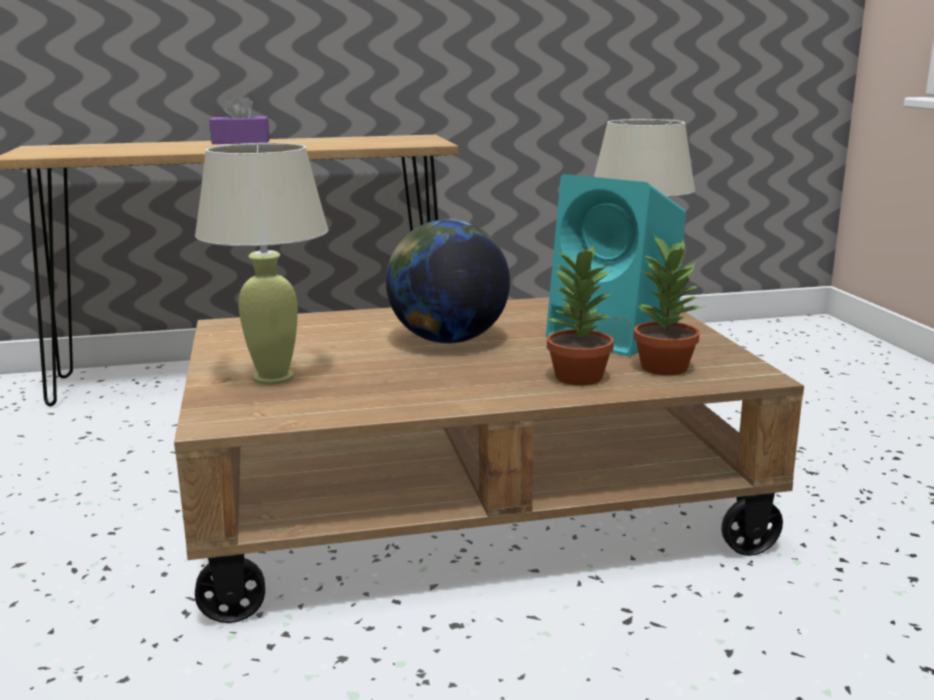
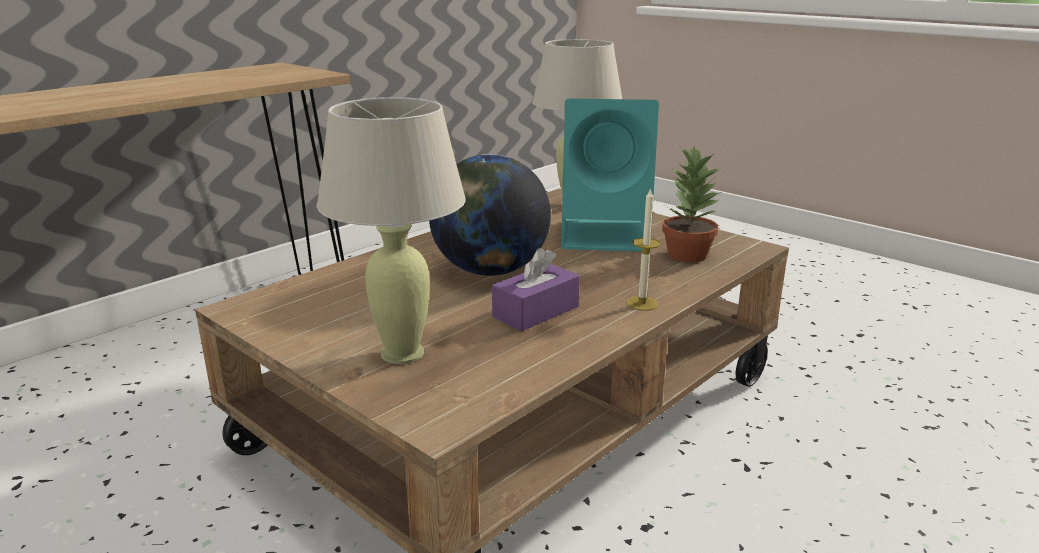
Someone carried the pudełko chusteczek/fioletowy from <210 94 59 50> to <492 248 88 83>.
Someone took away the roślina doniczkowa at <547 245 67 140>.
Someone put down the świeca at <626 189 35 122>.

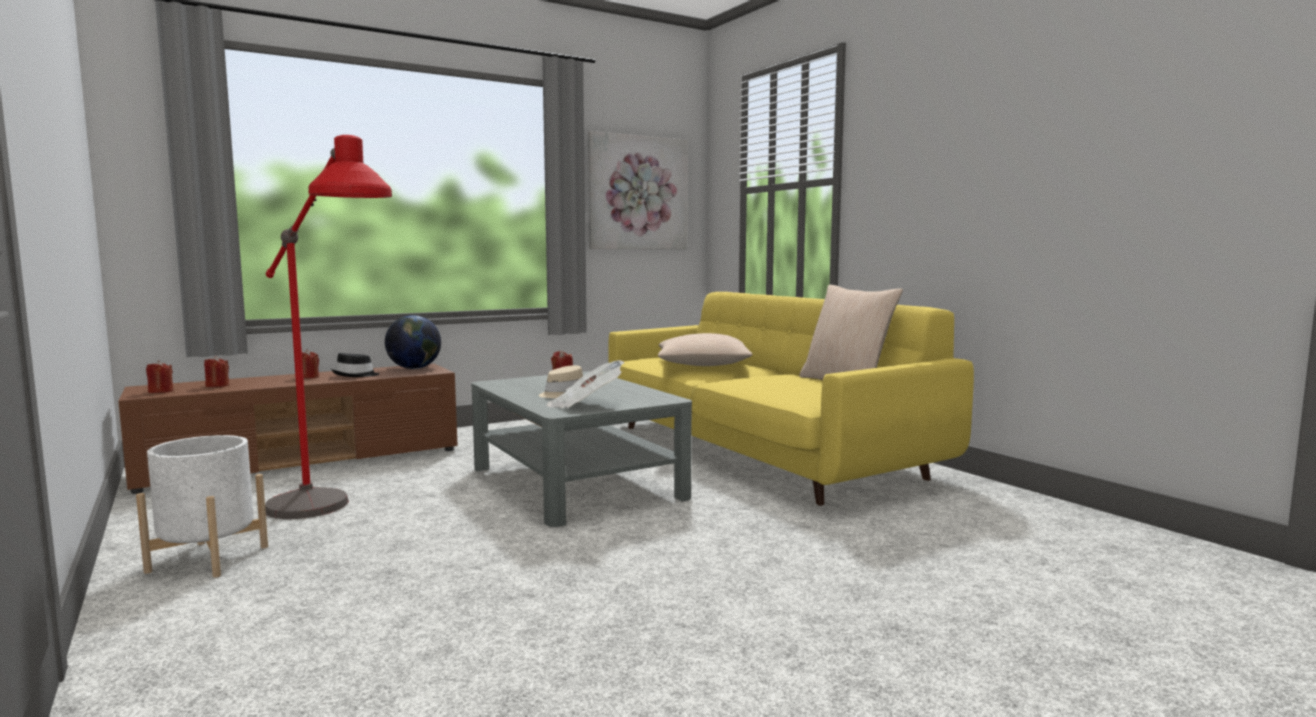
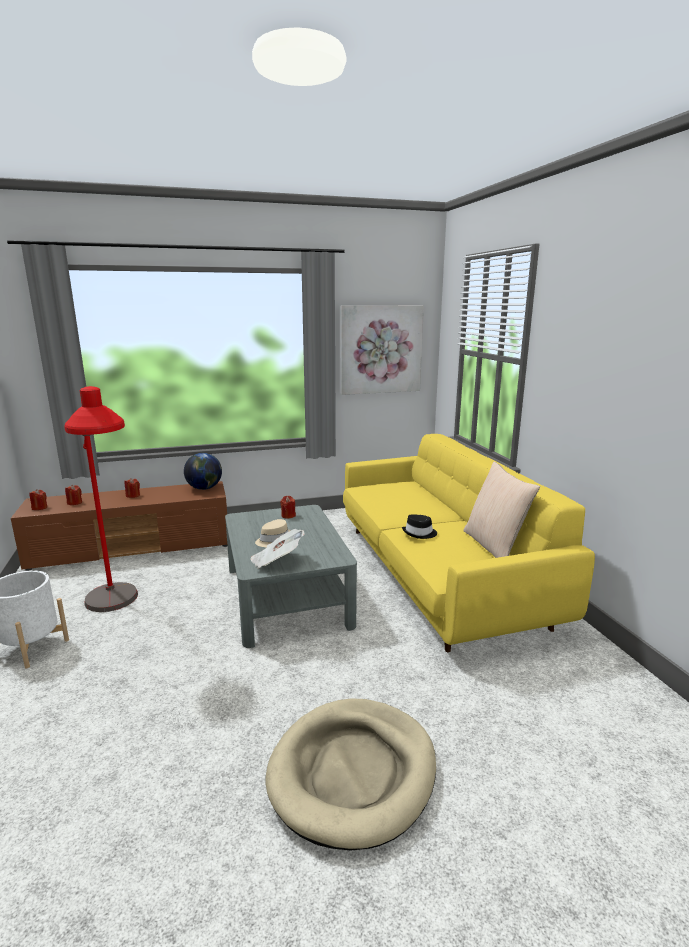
Someone carried the kapelusz/czarny from <331 353 48 24> to <402 515 35 24>.
Someone took away the poduszka/beżowy at <658 333 94 33>.
Someone put down the legowisko/beżowy at <266 699 170 151>.

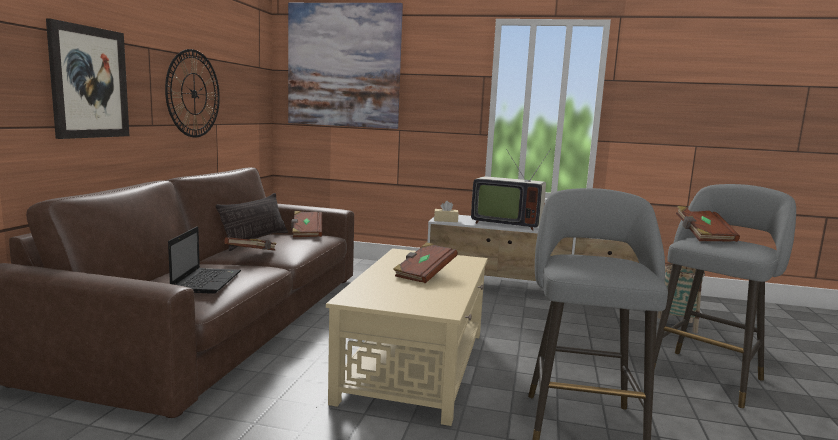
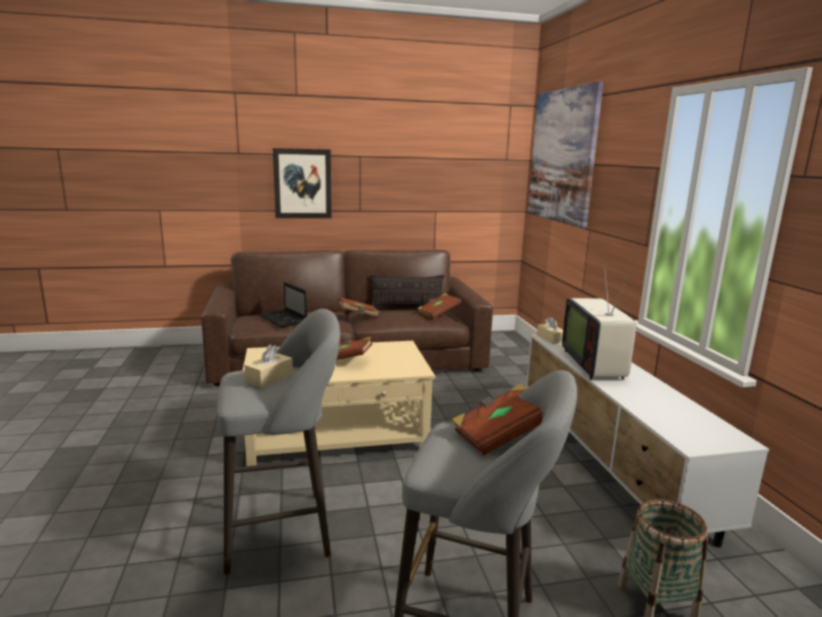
Someone took away the zegar ścienny at <165 49 55 88>.
Someone rotated the laptop at <168 226 73 68> by 75 degrees clockwise.
Someone put down the pudełko chusteczek/beżowy at <245 345 48 43>.

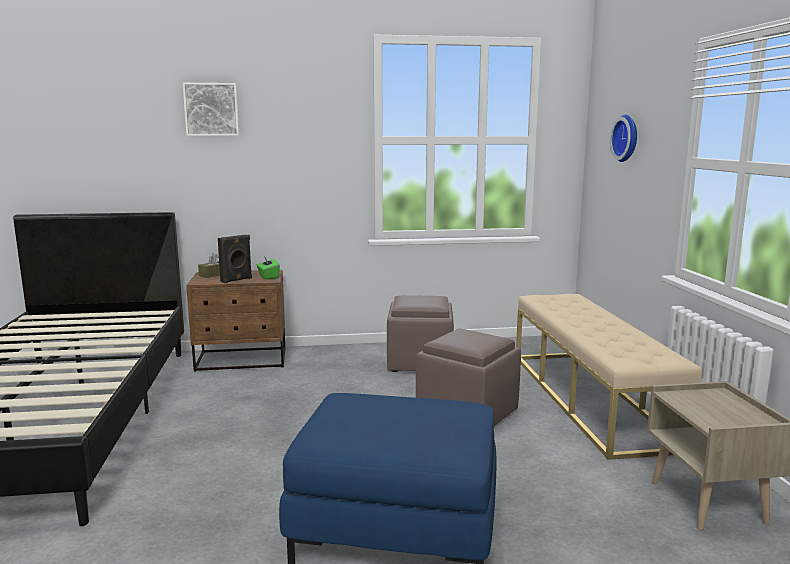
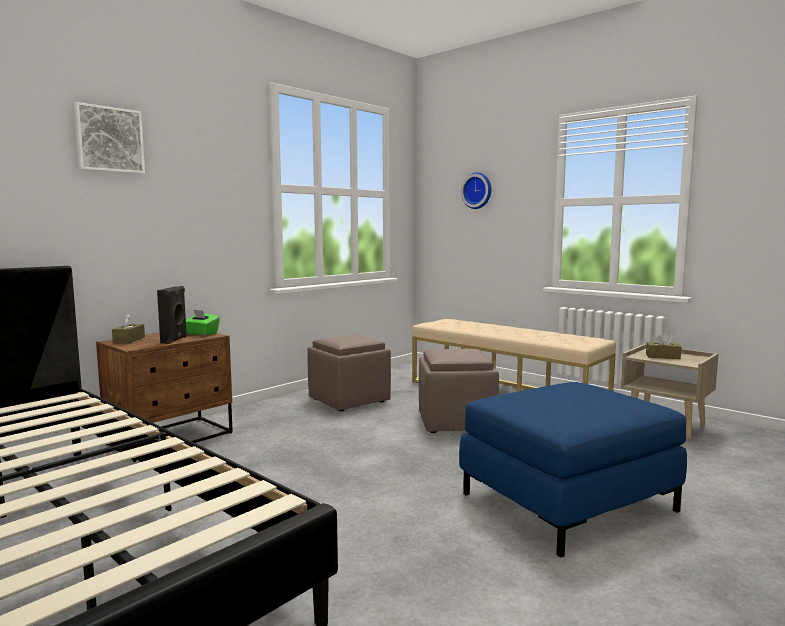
Someone put down the pudełko chusteczek/brązowy at <646 332 36 27>.

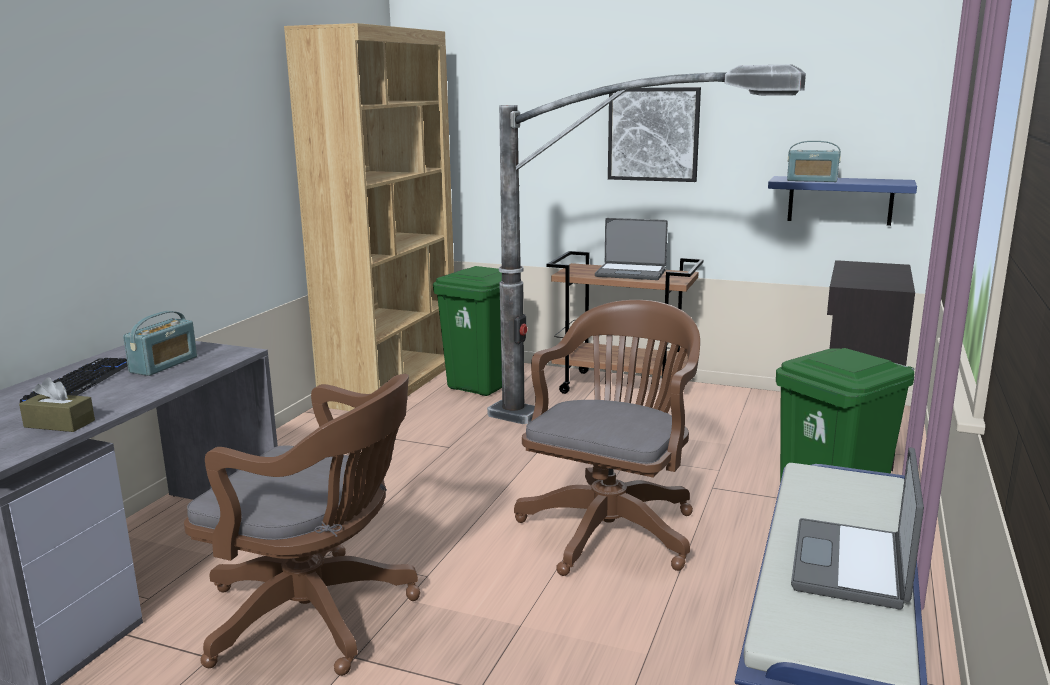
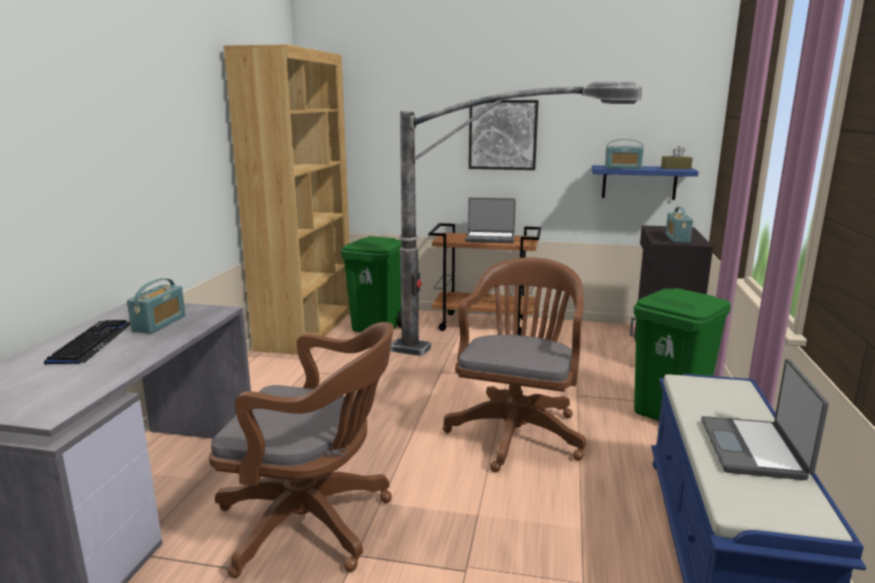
Someone carried the pudełko chusteczek/brązowy from <19 377 76 55> to <661 146 32 23>.
Someone put down the radio at <666 207 27 36>.

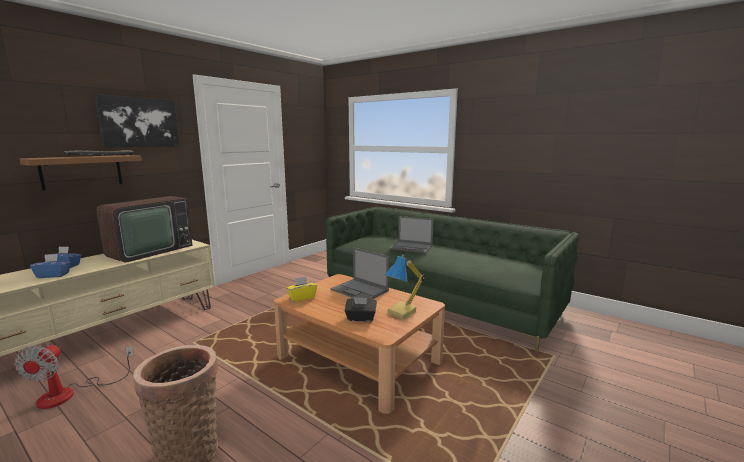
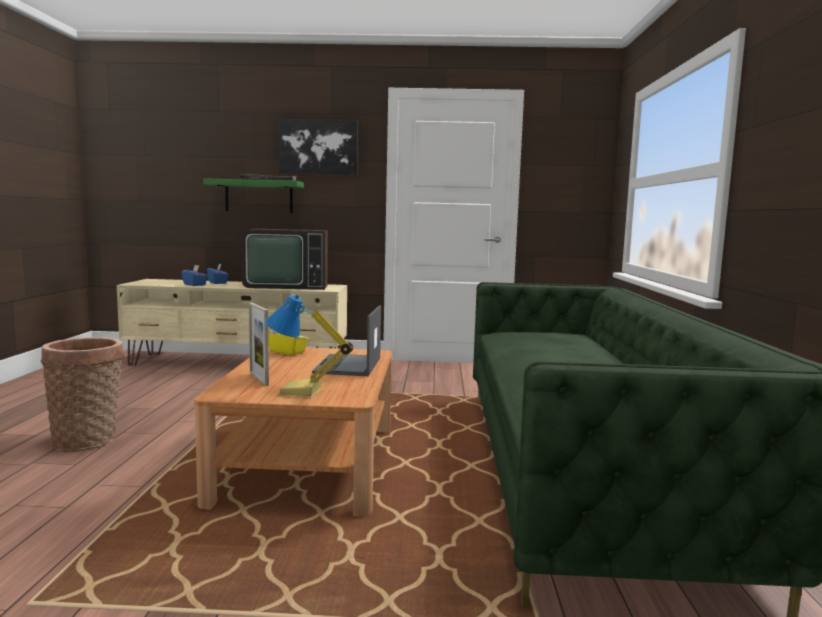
Someone took away the wentylator at <15 343 119 66>.
Someone repainted the półka/brązowy at <20 155 122 36>, which became the półka/zielony at <203 178 101 35>.
Someone swapped the pudełko chusteczek/czarny at <345 297 32 25> for the ramka na zdjęcie at <249 302 20 84>.
Someone took away the laptop at <390 216 44 37>.

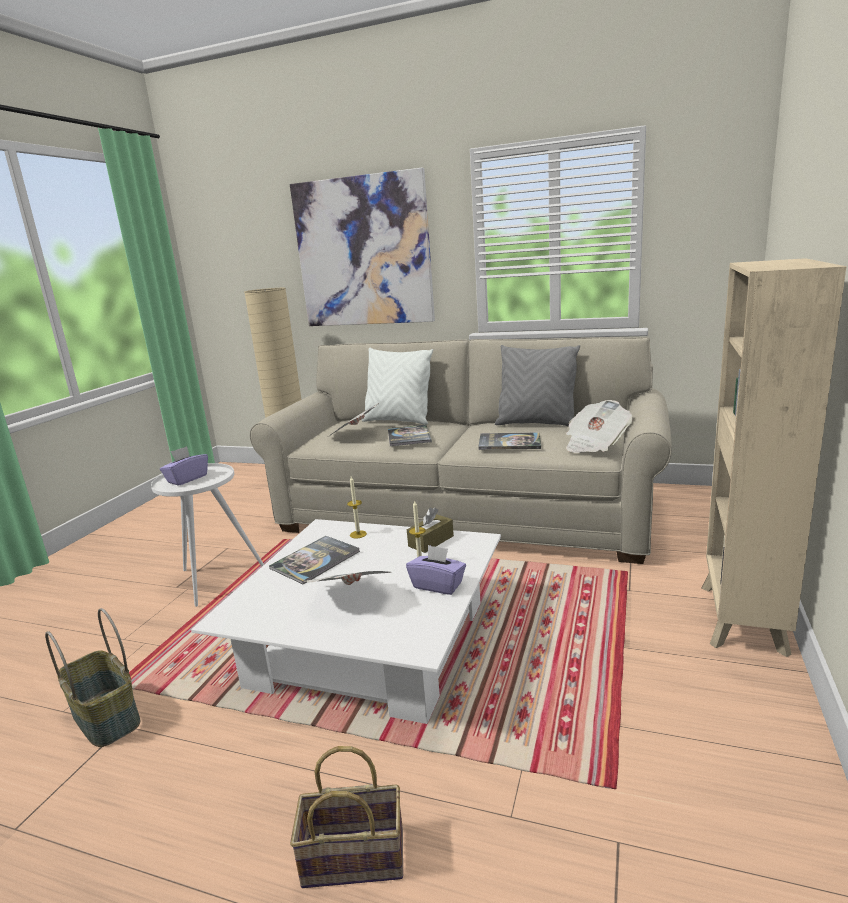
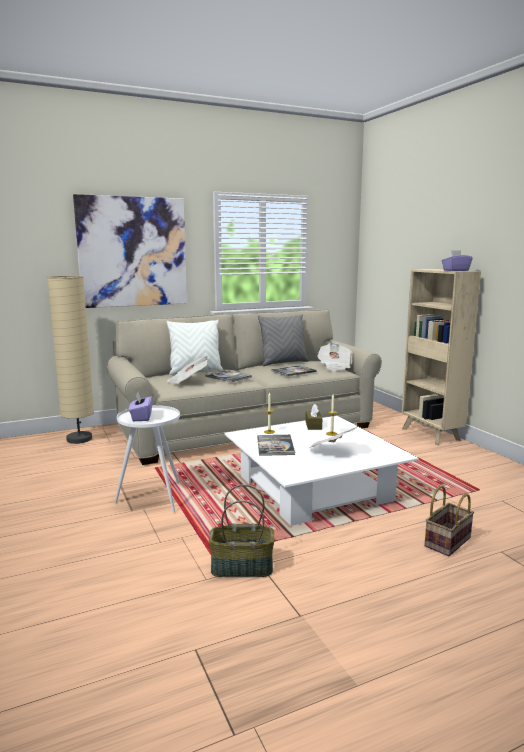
Someone carried the pudełko chusteczek/fioletowy from <406 545 60 50> to <442 250 31 21>.

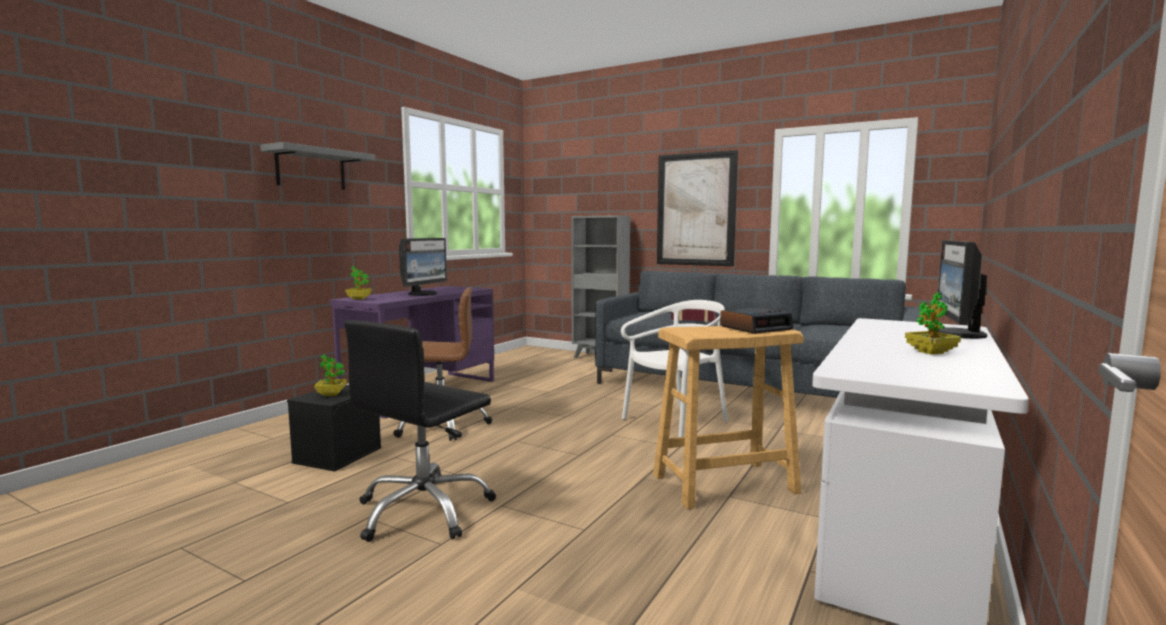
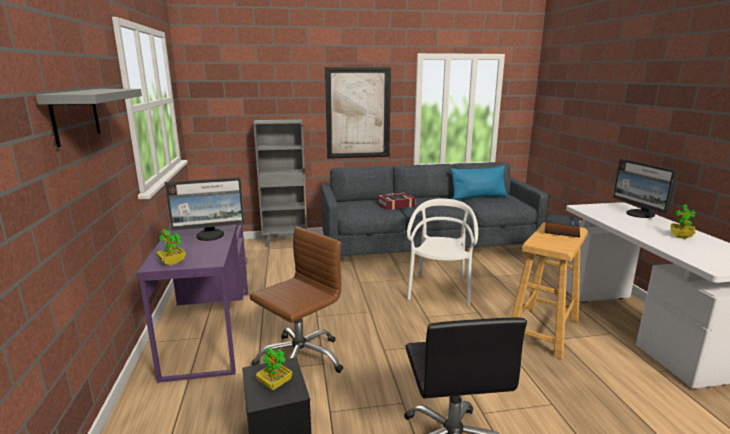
Someone rotated the monitor at <399 238 48 58> by 90 degrees clockwise.
Someone put down the poduszka/niebieski at <451 166 56 34>.

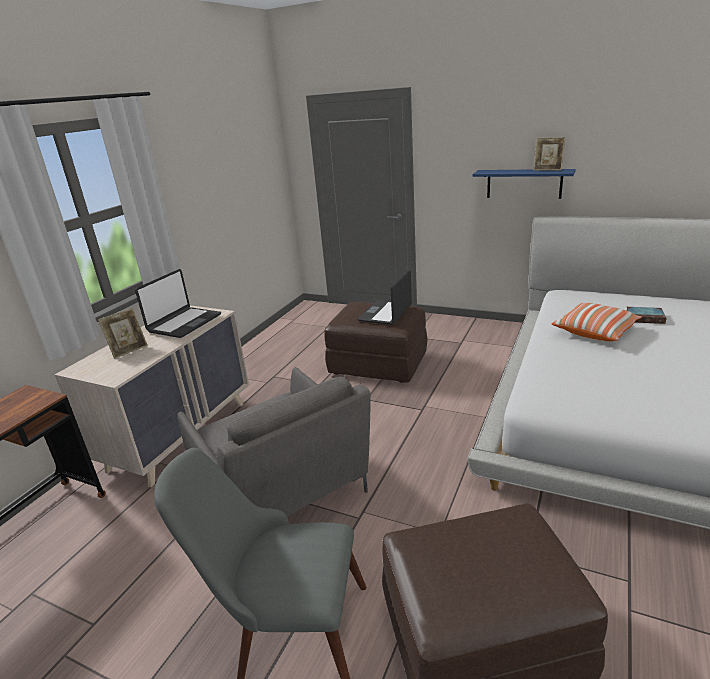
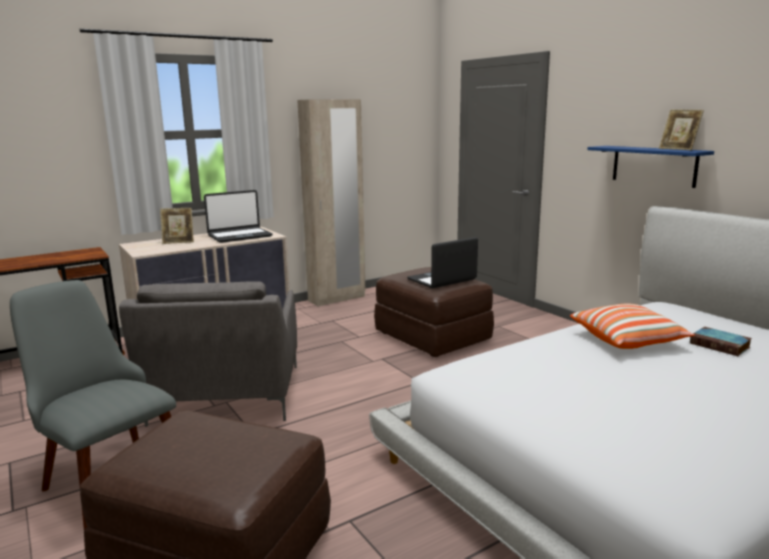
Someone put down the szafa/beżowy at <297 99 68 207>.

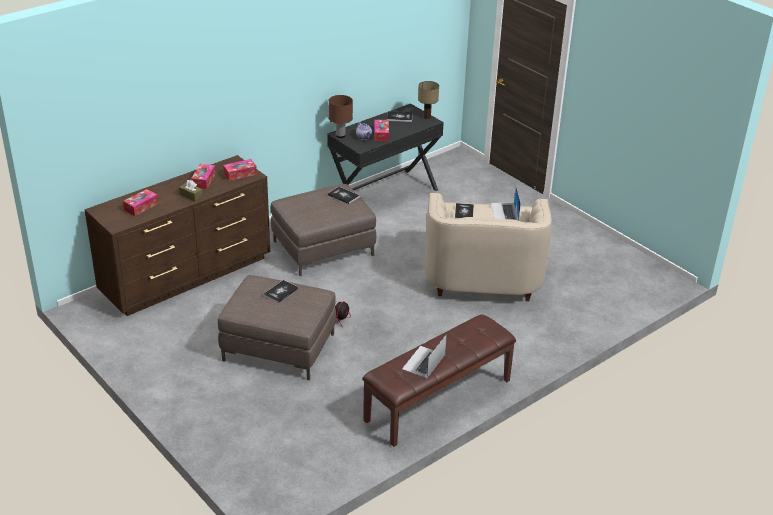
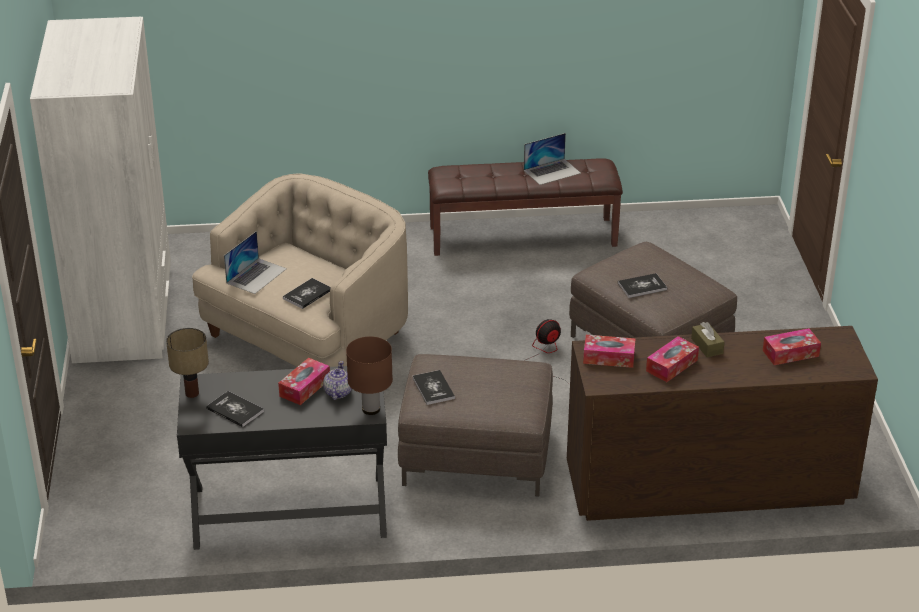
Someone put down the szafa/biały at <30 17 141 346>.

